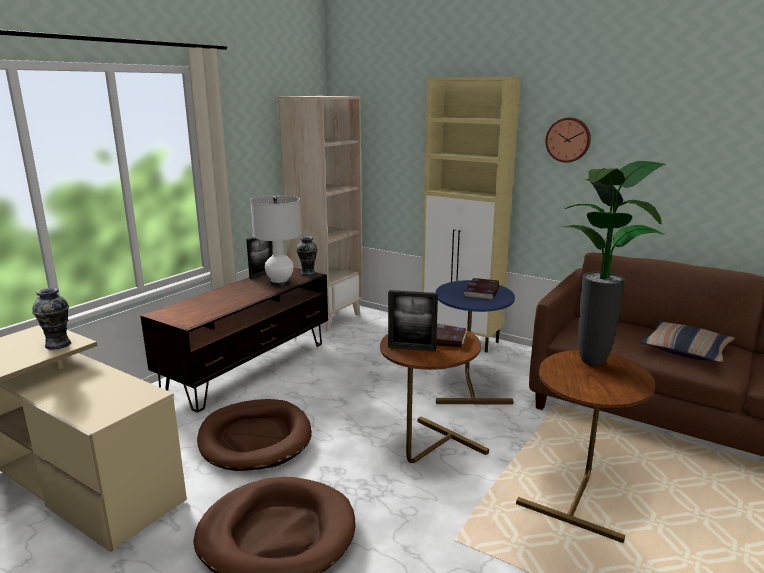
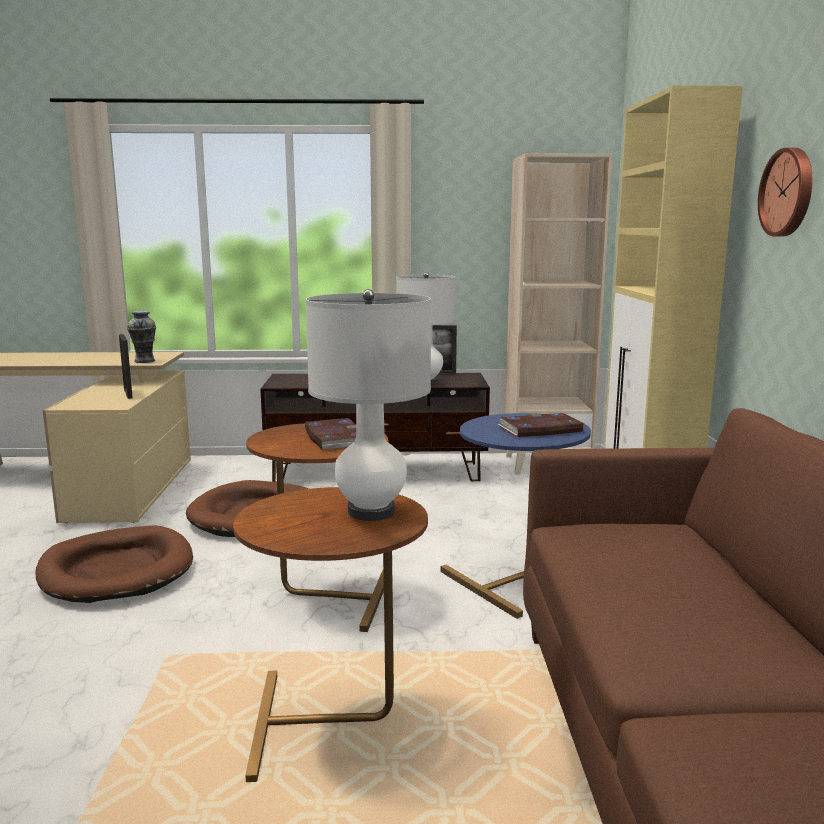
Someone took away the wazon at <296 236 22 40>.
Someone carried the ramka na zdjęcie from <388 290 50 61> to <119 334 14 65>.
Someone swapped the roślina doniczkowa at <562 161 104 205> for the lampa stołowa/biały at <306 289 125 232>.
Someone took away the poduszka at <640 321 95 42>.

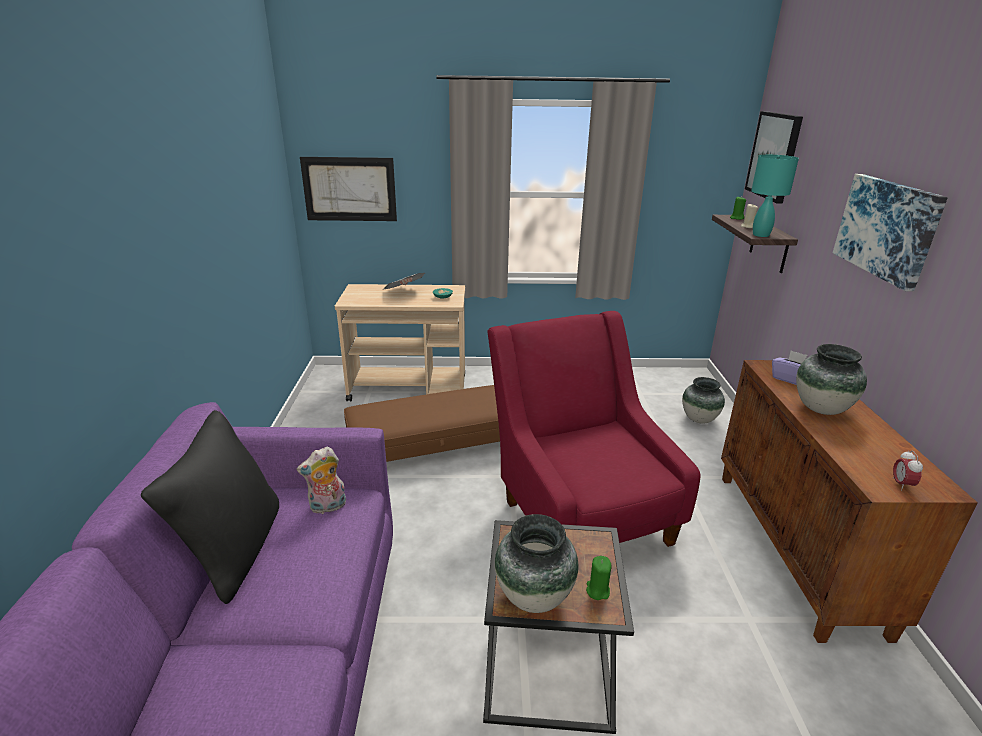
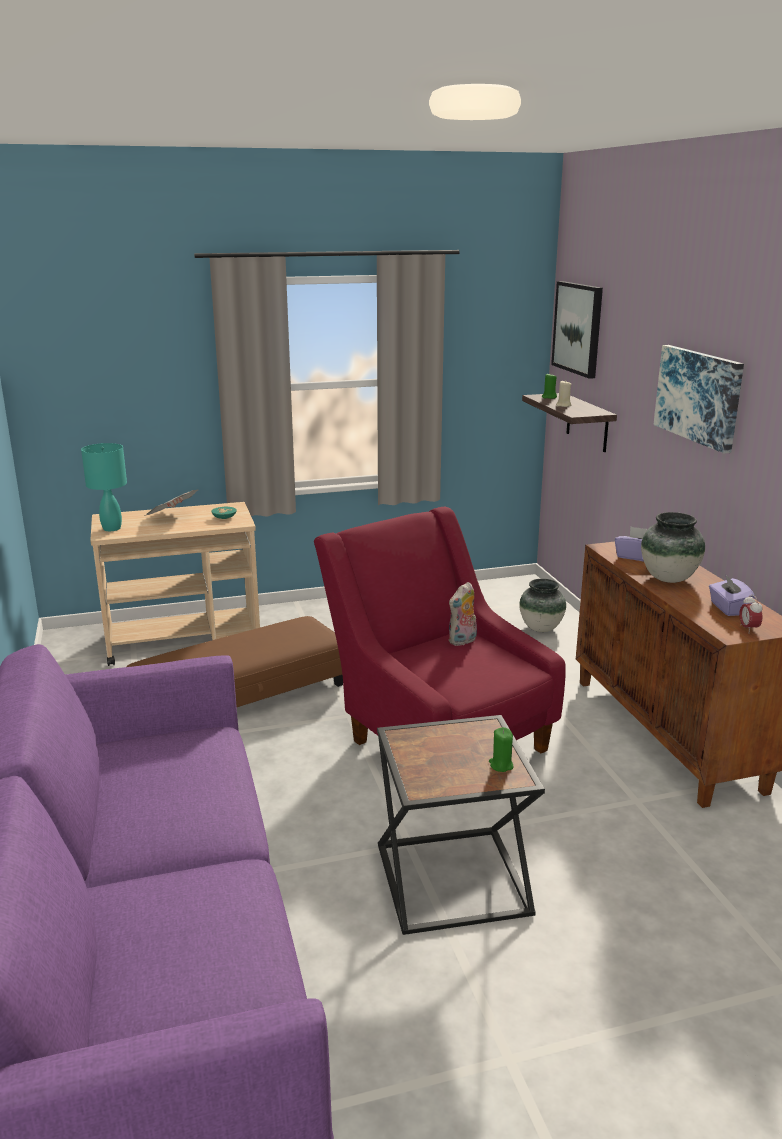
Someone took away the poduszka/czarny at <141 410 138 194>.
Someone carried the pluszak from <297 446 49 68> to <449 582 28 64>.
Someone took away the obraz at <300 157 97 64>.
Someone took away the wazon at <495 514 83 99>.
Someone carried the lampa stołowa/turkusowy from <751 155 48 82> to <81 443 46 88>.
Someone put down the pudełko chusteczek/fioletowy at <709 574 46 42>.

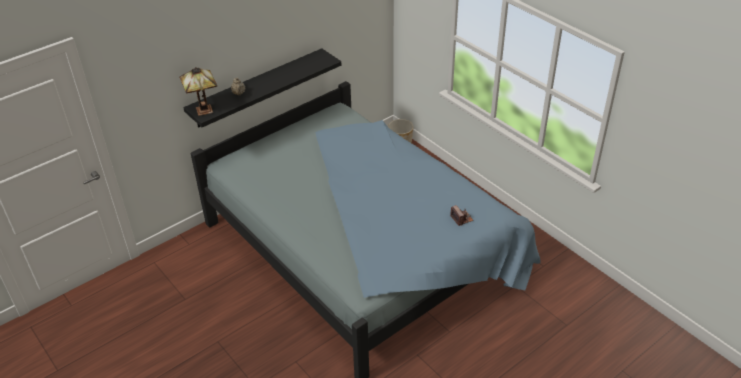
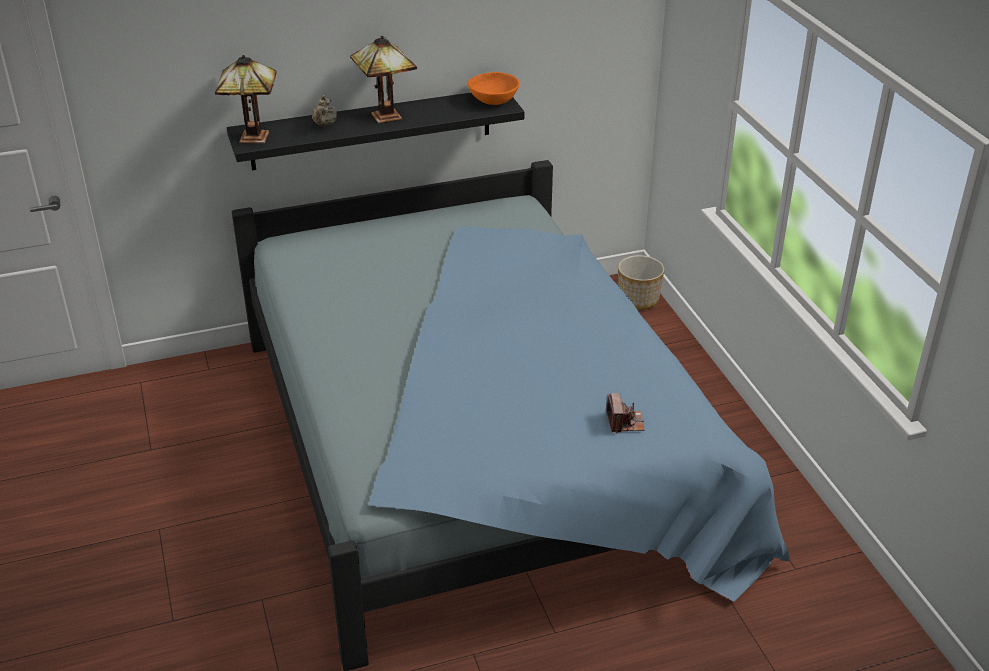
Someone put down the lampa stołowa at <350 36 67 88>.
Someone put down the miska/pomarańczowy at <468 72 51 33>.

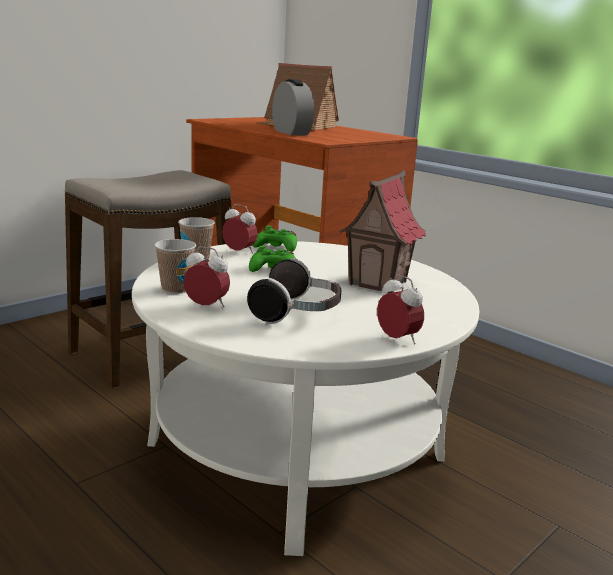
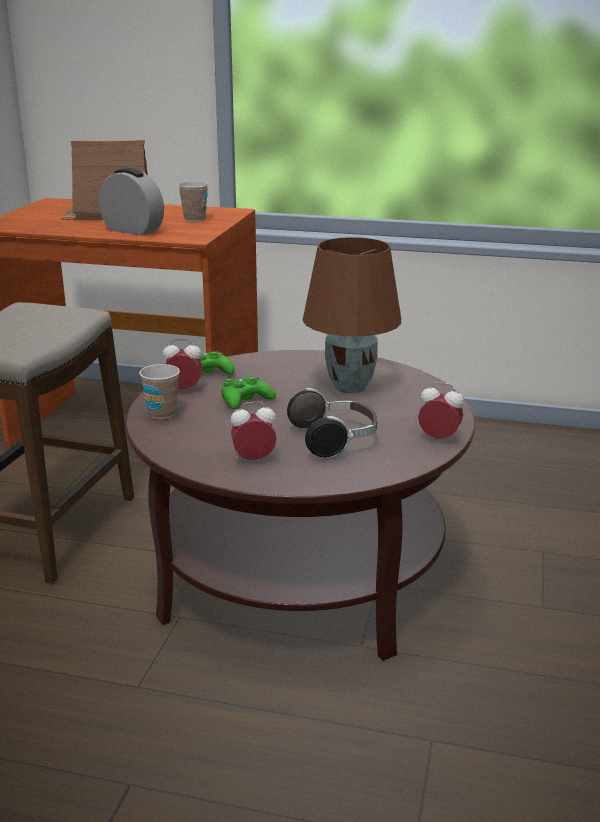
Someone repainted the ława/biały at <132 241 347 315>, which became the ława/brązowy at <125 350 350 311>.
Someone carried the filiżanka from <155 239 41 55> to <178 181 30 41>.
Someone swapped the domek at <339 170 87 123> for the lampa stołowa/brązowy at <302 237 99 156>.

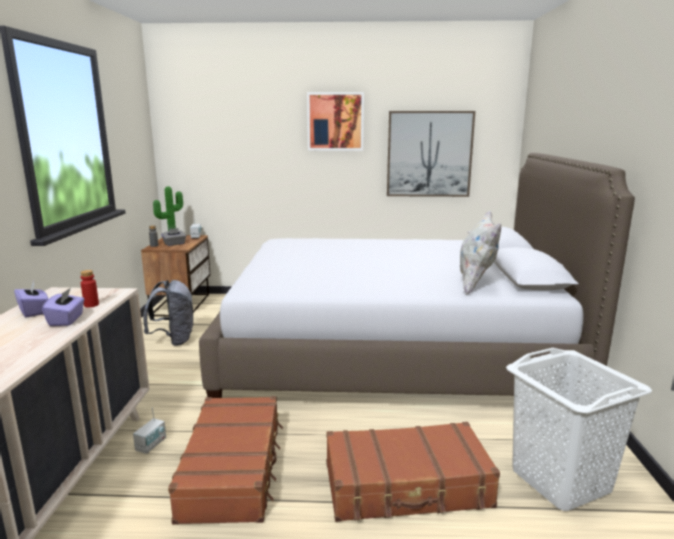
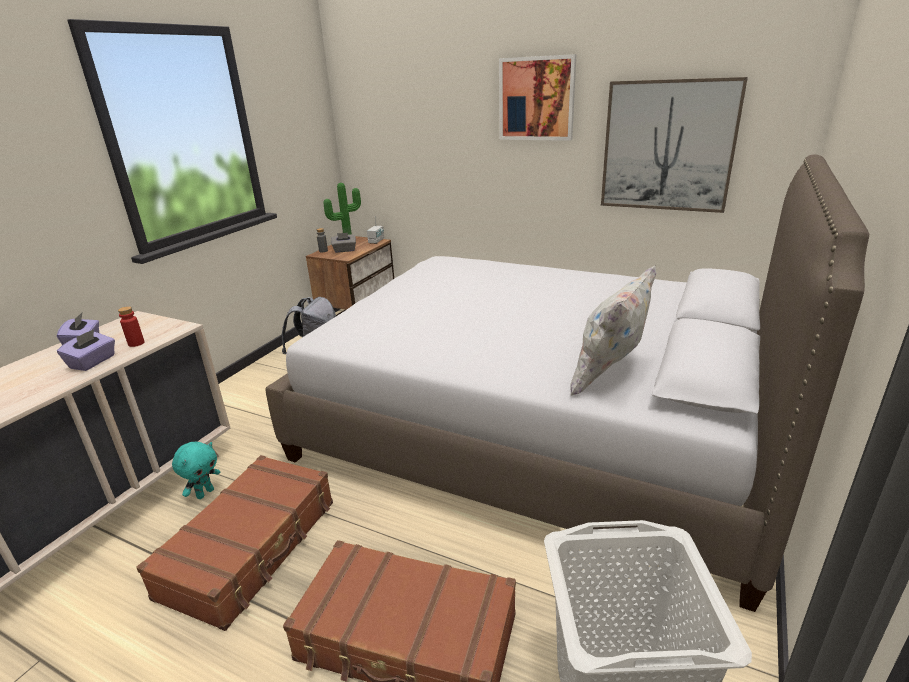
Someone swapped the radio at <133 408 33 46> for the pluszak/turkusowy at <172 442 48 57>.

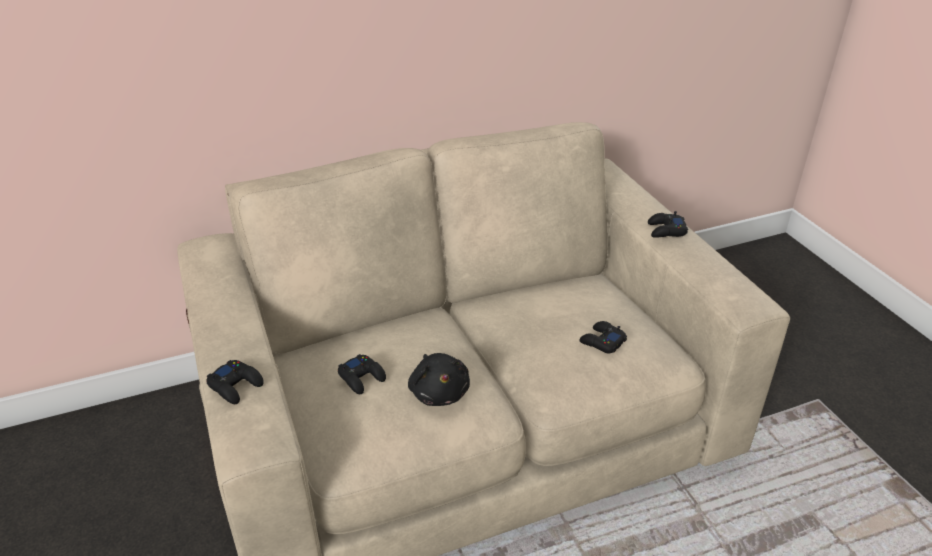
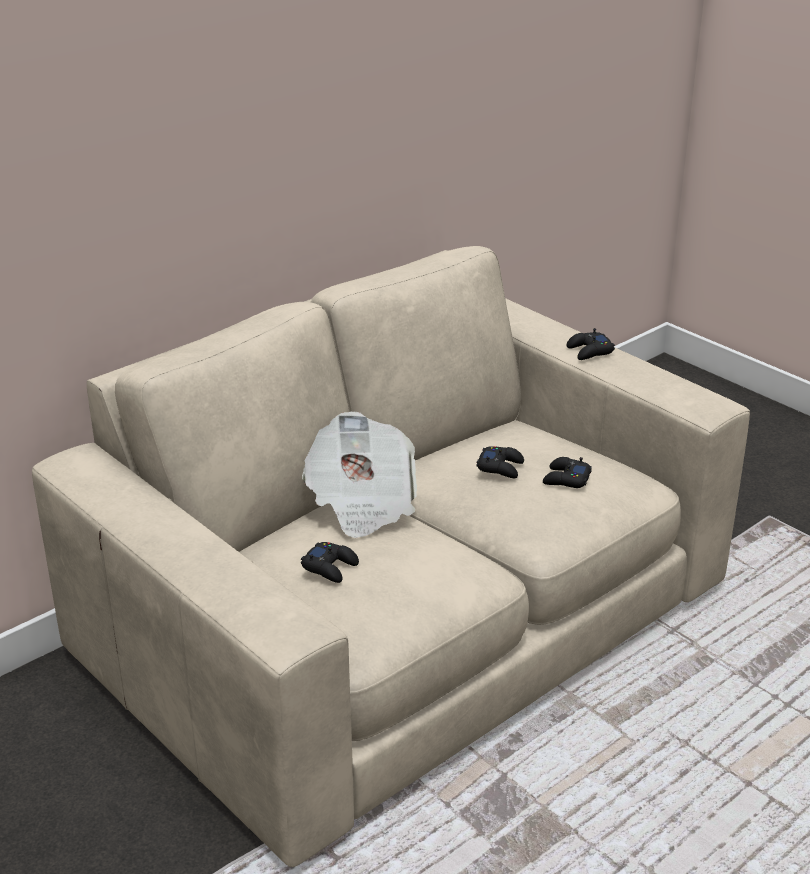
Someone carried the pad do gier/czarny from <206 360 58 44> to <476 446 48 32>.
Someone took away the pluszak/czarny at <408 353 62 53>.
Someone put down the gazeta at <302 412 115 126>.

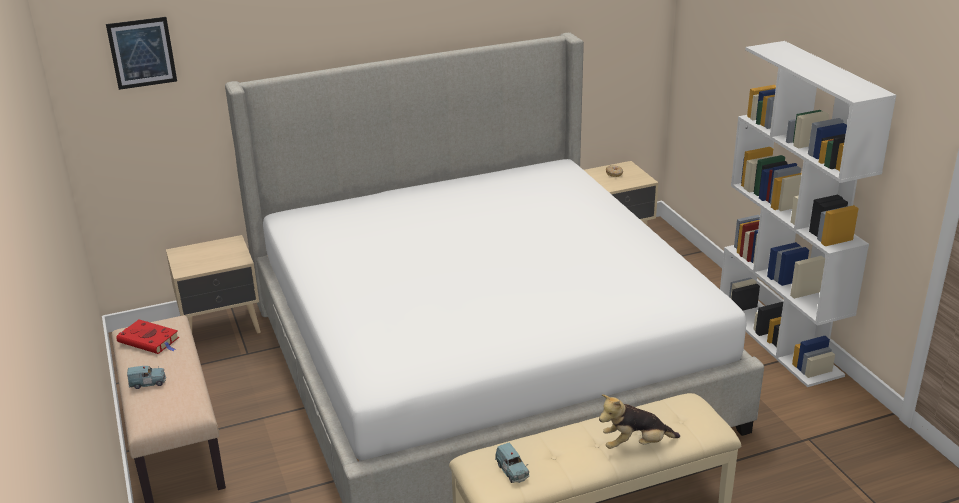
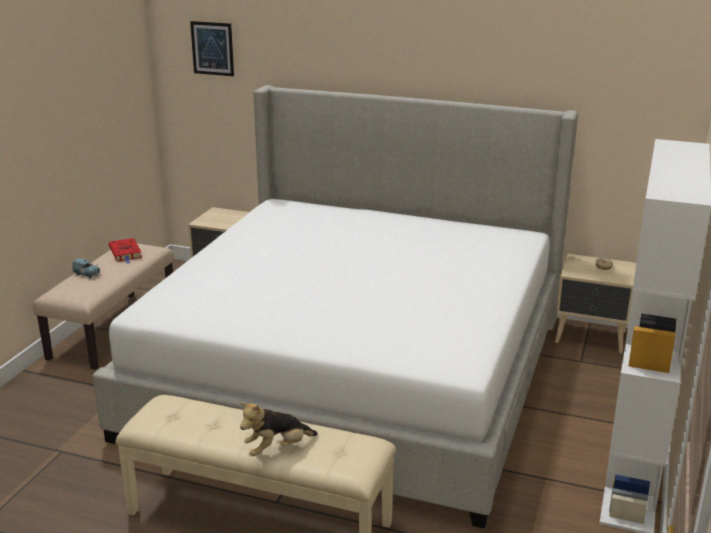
Someone took away the samochodzik/niebieski at <495 443 34 40>.
Someone rotated the pluszak at <599 394 81 55> by 60 degrees counterclockwise.

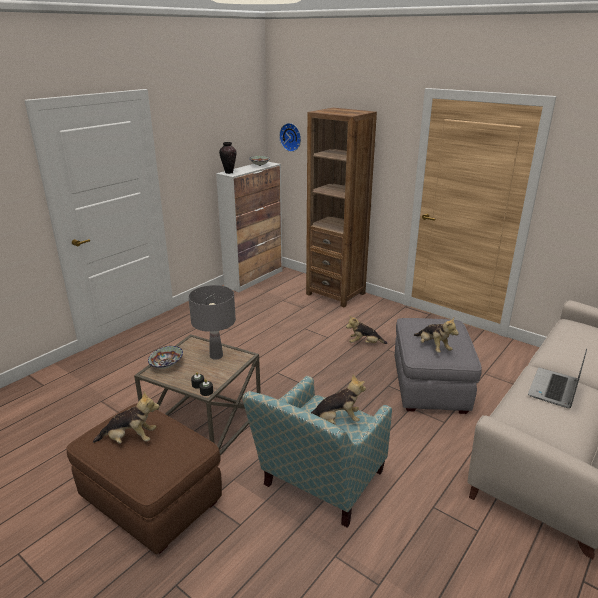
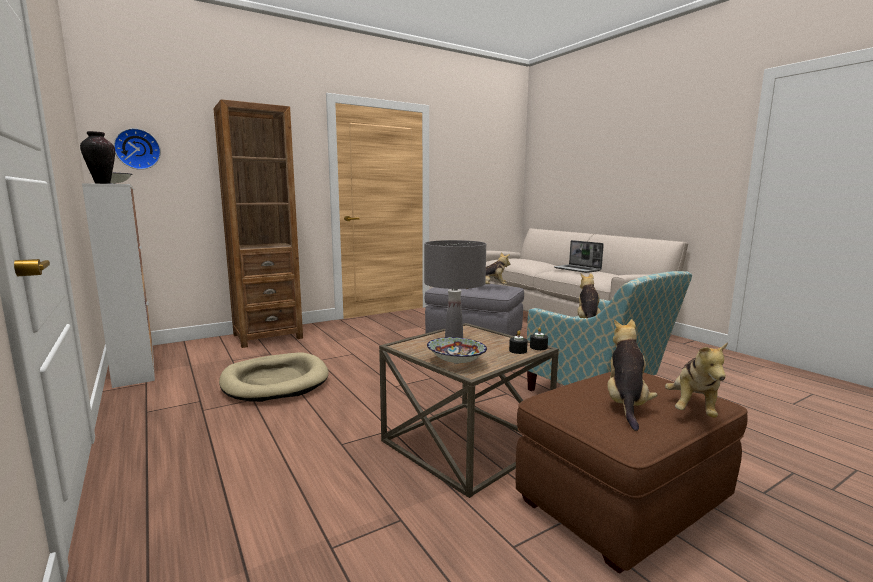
Someone carried the pluszak from <346 316 41 28> to <665 342 63 76>.
Someone put down the legowisko/beżowy at <219 352 110 50>.

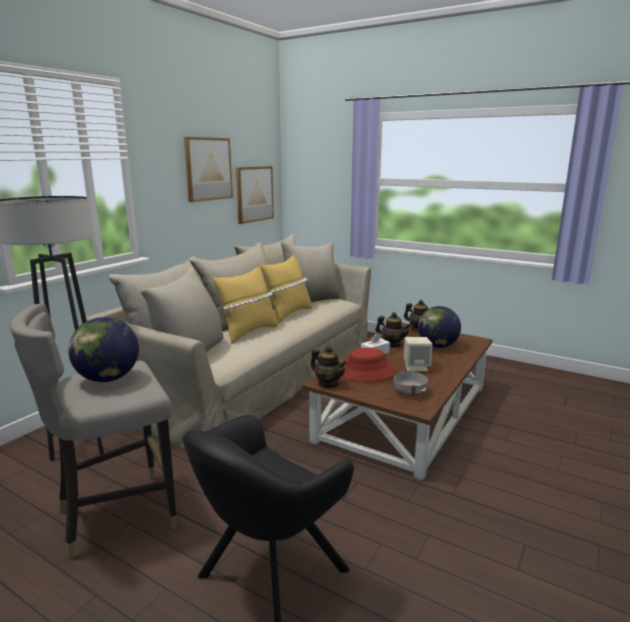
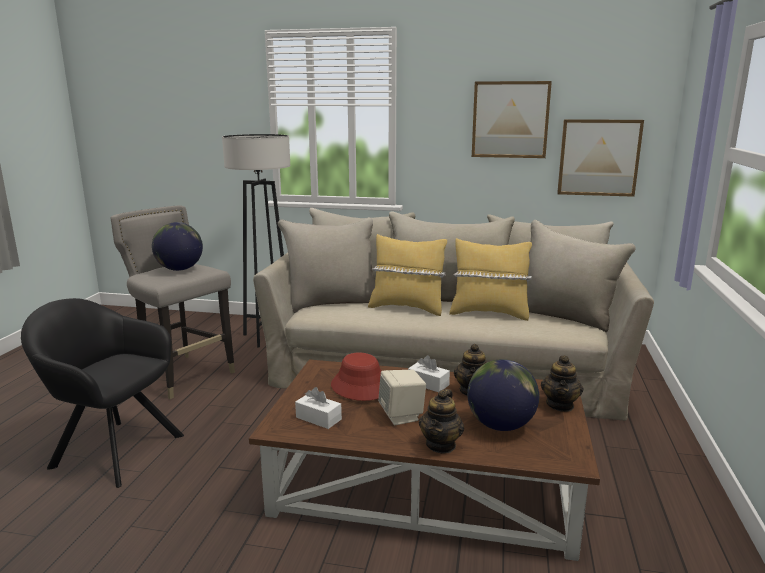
Someone carried the imbryk from <310 346 37 42> to <419 389 45 65>.
Someone swapped the miska/szary at <394 371 34 25> for the pudełko chusteczek/biały at <295 387 47 42>.

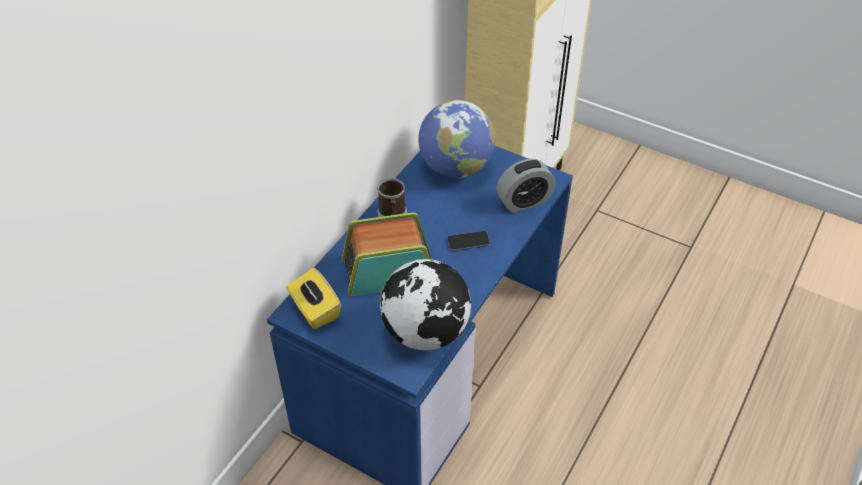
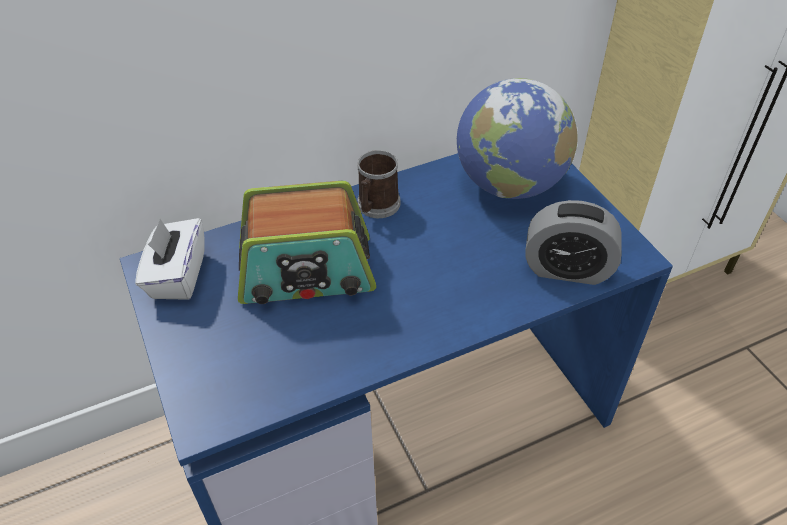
Someone repainted the pudełko chusteczek/żółty at <286 268 55 61>, which became the pudełko chusteczek/biały at <135 218 69 82>.
Someone rotated the radio at <342 212 90 84> by 150 degrees clockwise.
Someone took away the globus at <380 259 91 91>.
Someone took away the telefon at <447 231 43 20>.

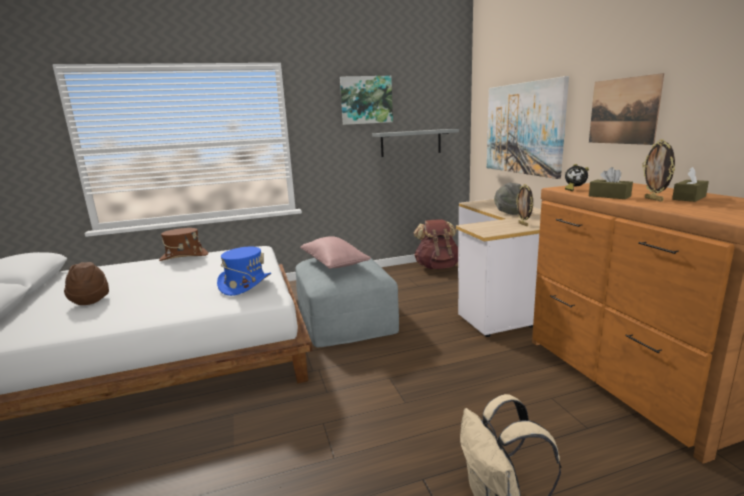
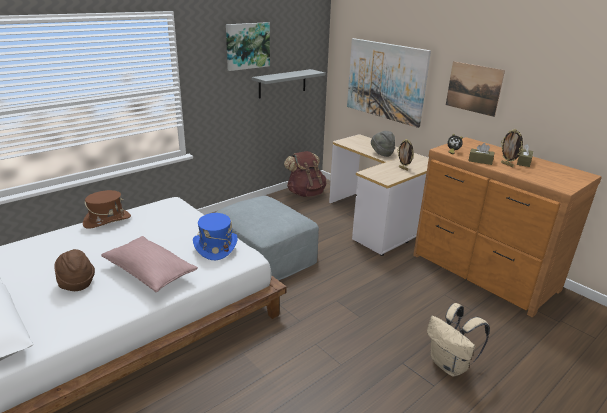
Someone carried the poduszka/różowy from <300 236 71 33> to <101 236 97 56>.

